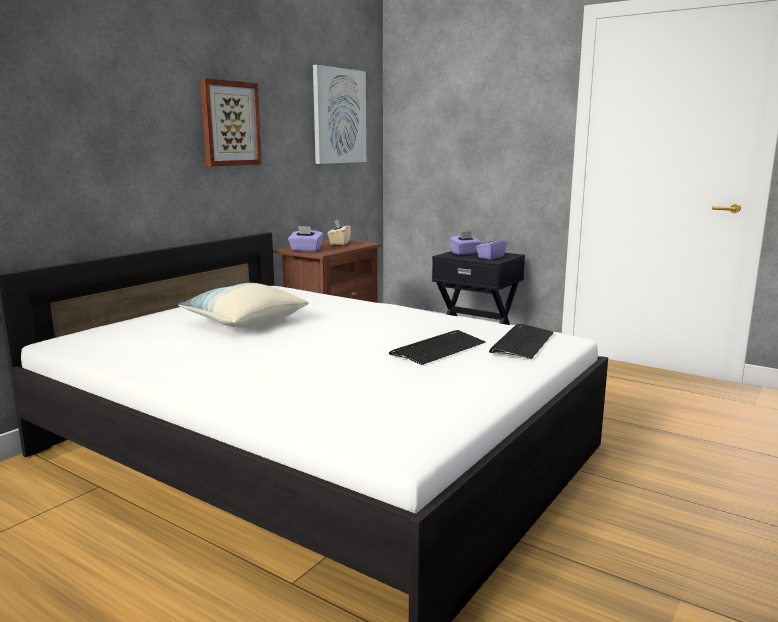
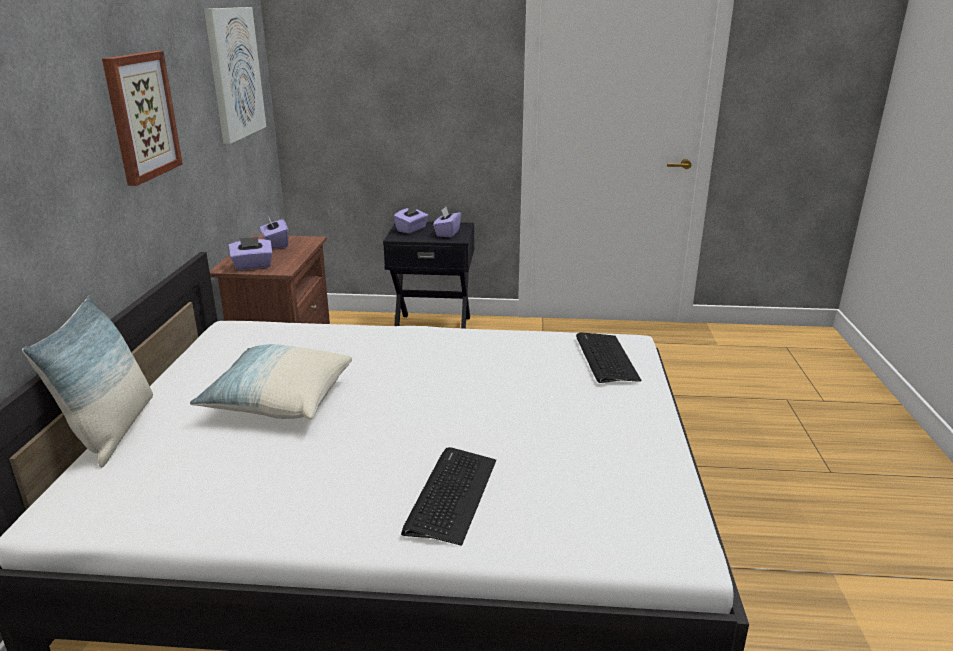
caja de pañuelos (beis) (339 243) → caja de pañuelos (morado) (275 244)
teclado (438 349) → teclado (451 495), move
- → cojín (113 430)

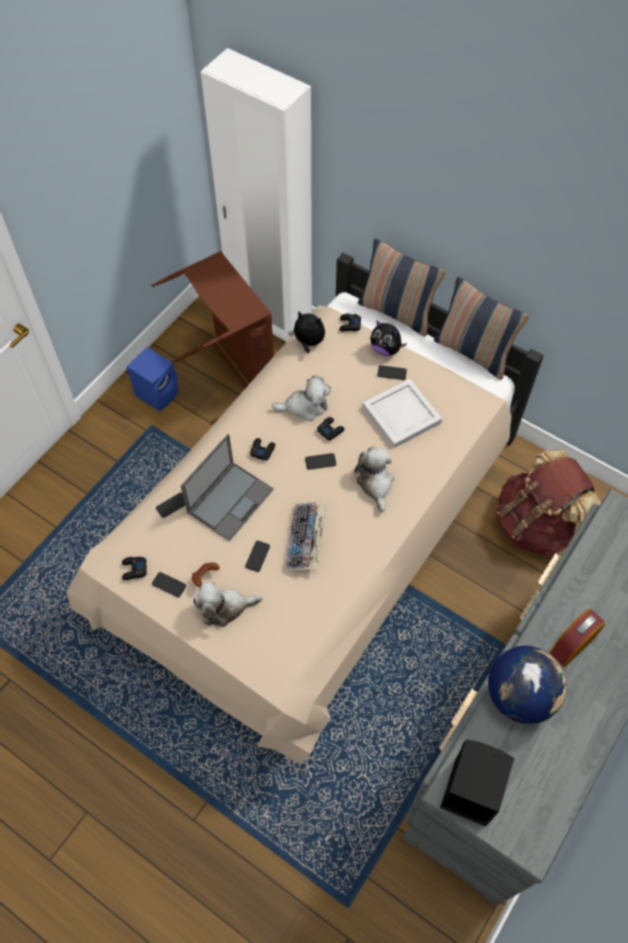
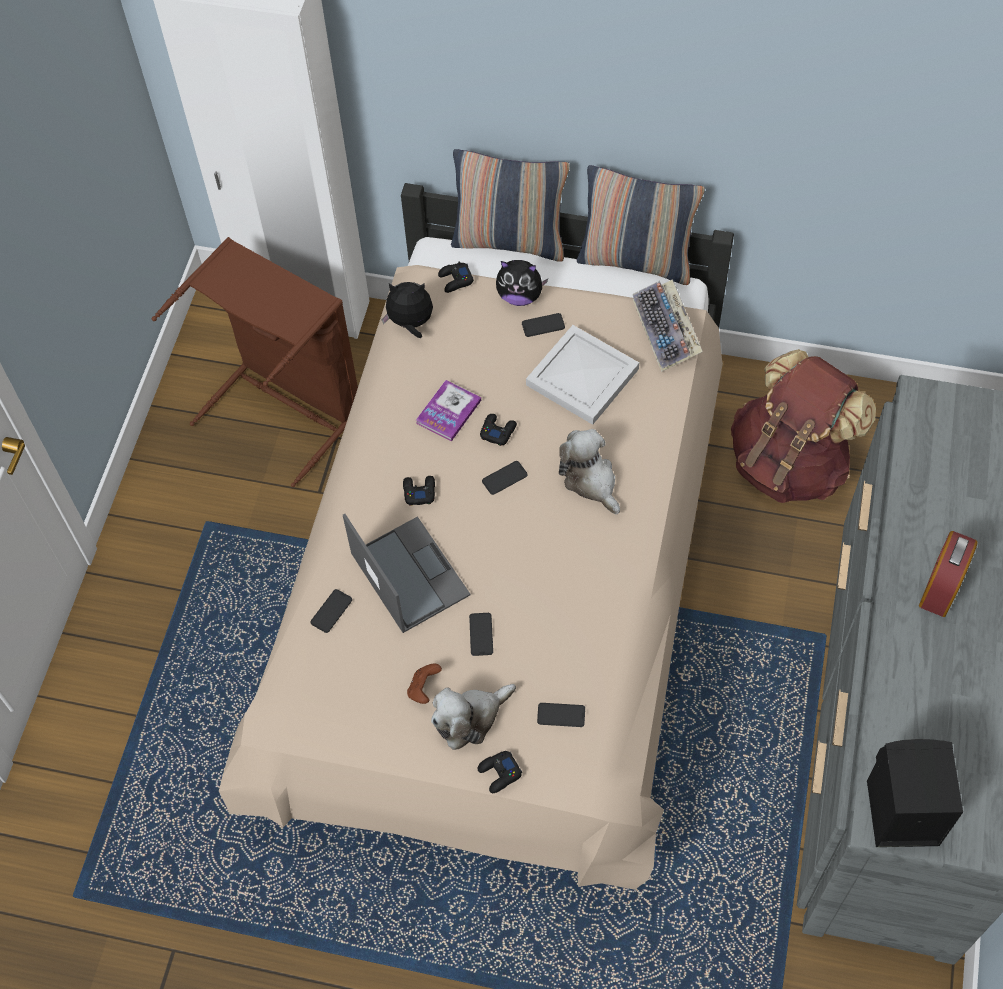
altavoz (azul) (158 393) → -
peluche (305 406) → libro (448 411)
portátil (230 500) → portátil (408 574), 45 degrees counterclockwise
teclado (306 541) → teclado (667 331), move
mando de consola (negro) (134 570) → mando de consola (negro) (499 773), move
móvil (169 585) → móvil (561 715), move
globo terráqueo (520 695) → -

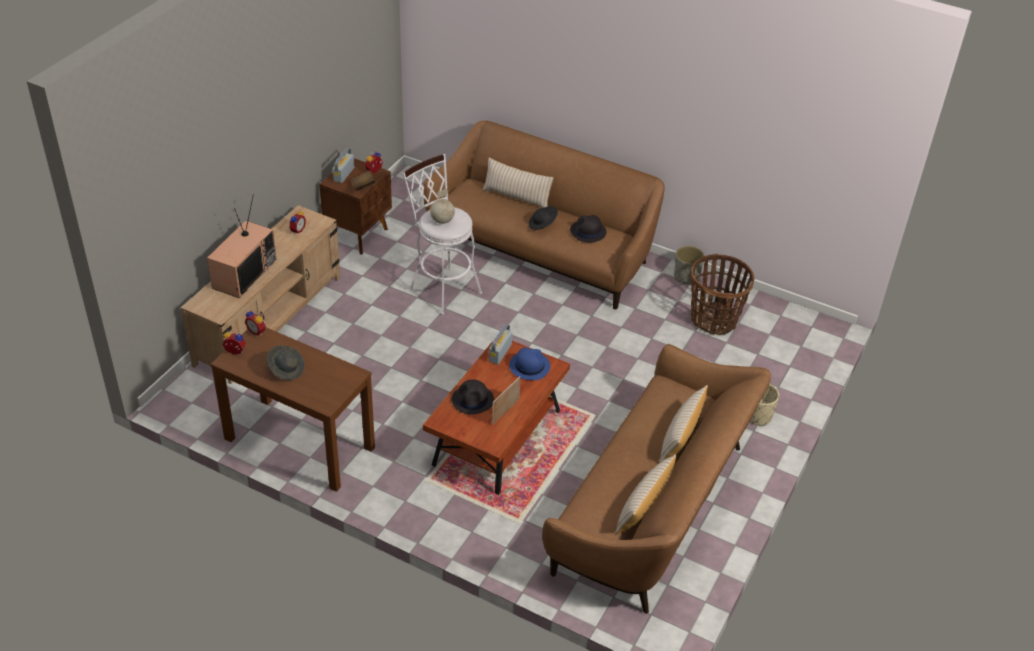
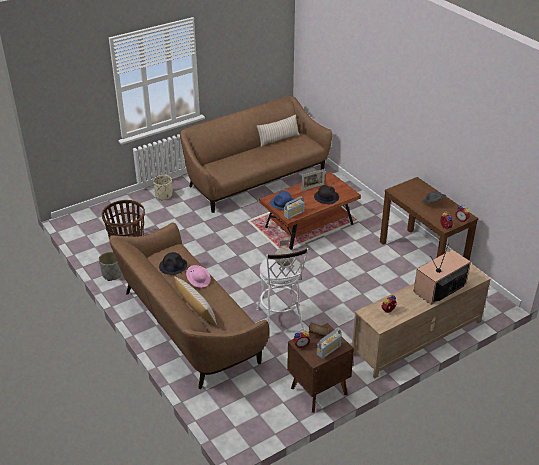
sombrero (negro) (542 224) → sombrero (rosa) (198 281)
cojín (beis) (680 438) → -

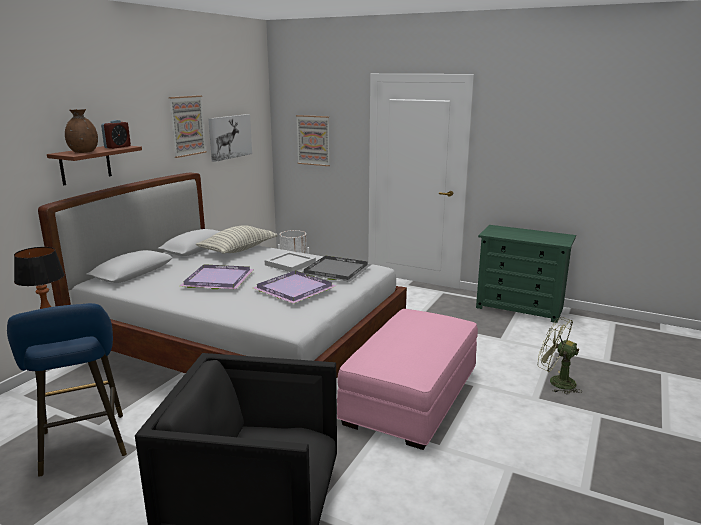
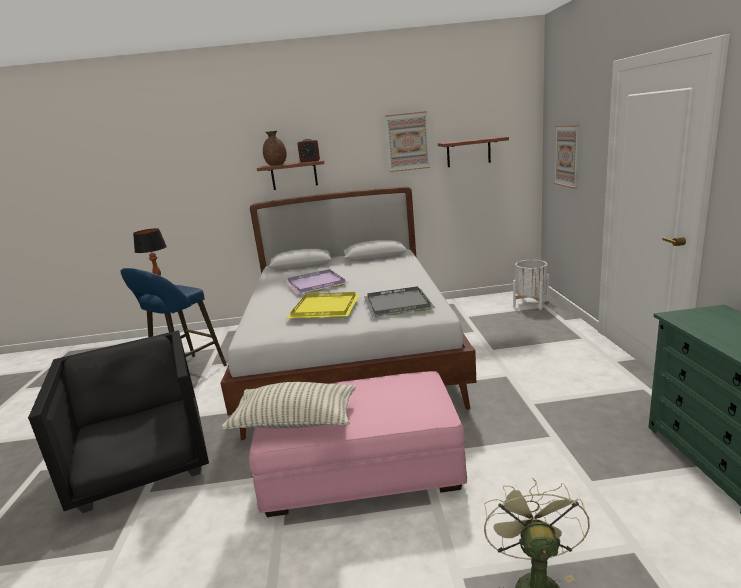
cuadro (229 137) → estante (marrón) (468 152)
cojín (238 250) → cojín (295 421), move
bandeja (blanco) (290 264) → -
bandeja (morado) (293 289) → bandeja (amarillo) (324 308)

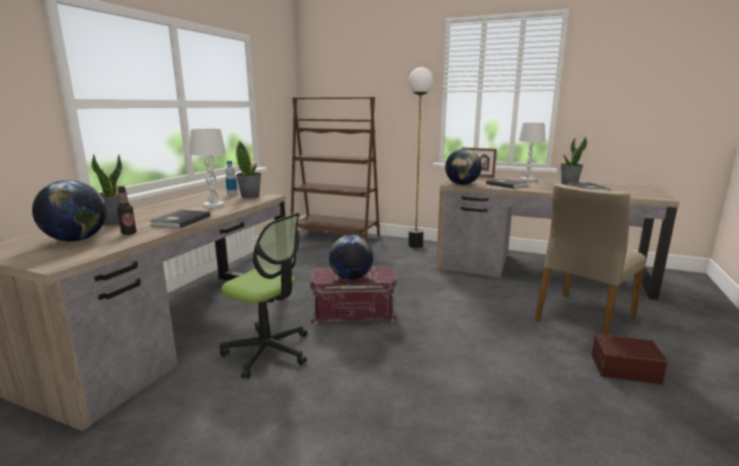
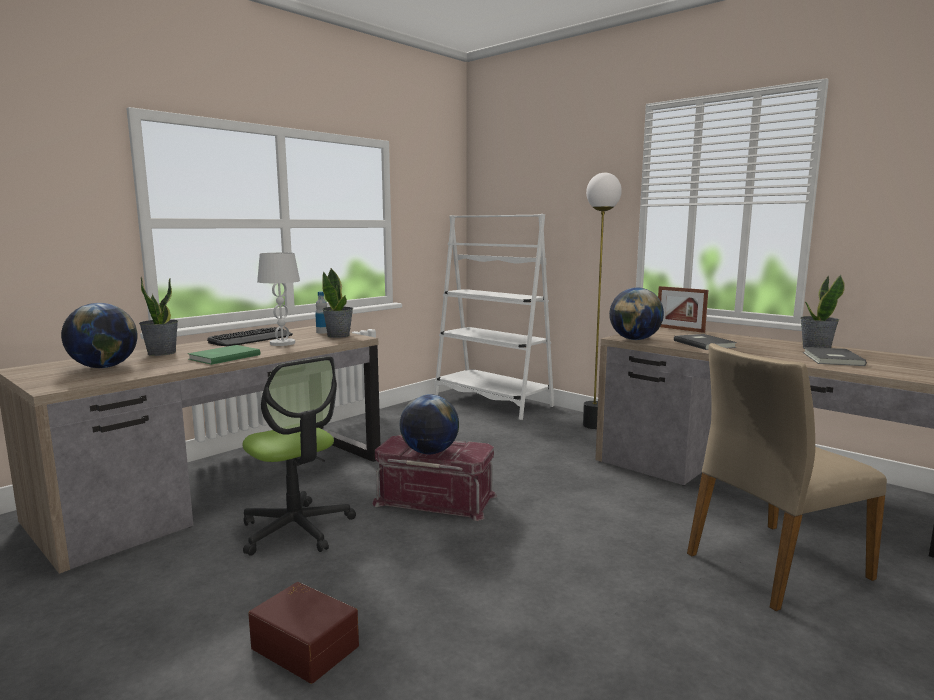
estantería (marrón) (335 236) → estantería (blanco) (492 401)
lámpara de mesa (blanco) (527 180) → -
botella (129 233) → -
libro (gris) (179 221) → libro (verde) (223 357)
caja de almacenaje (marrón) (624 368) → caja de almacenaje (marrón) (307 645), move
- → teclado (251 338)

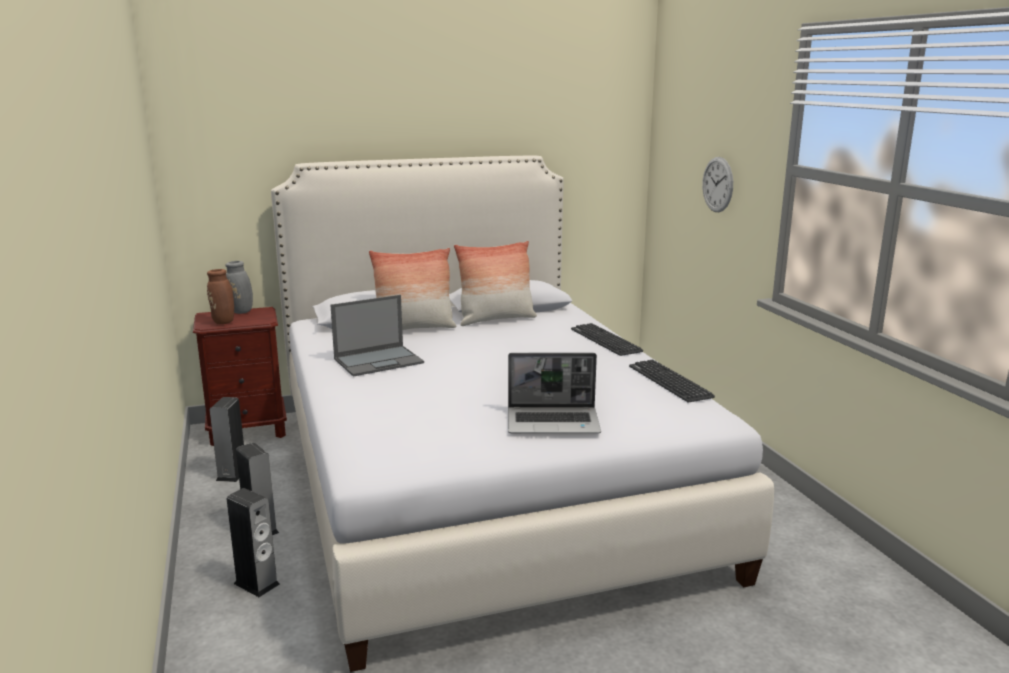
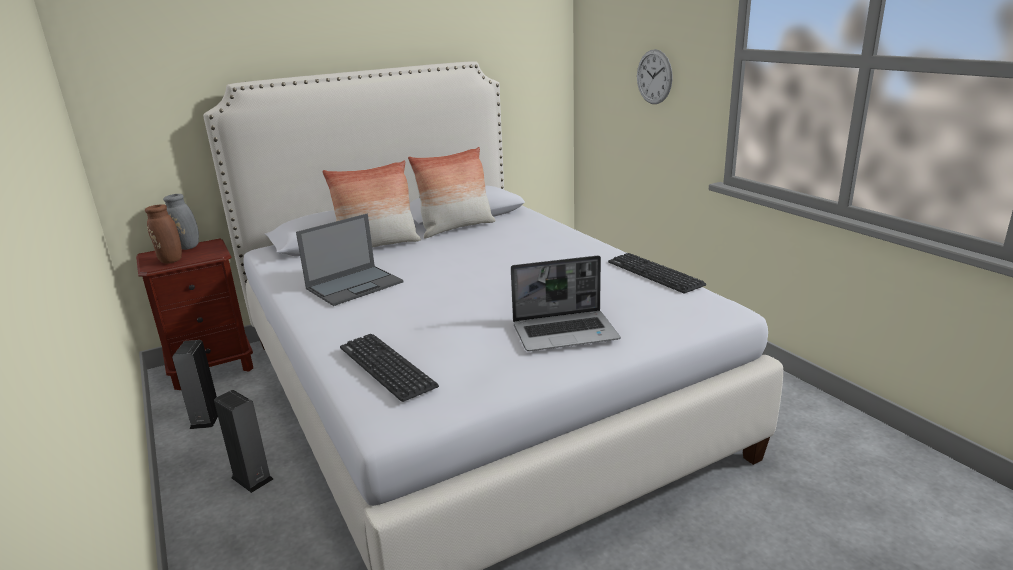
teclado (605 340) → teclado (386 367), move
altavoz (256 584) → -

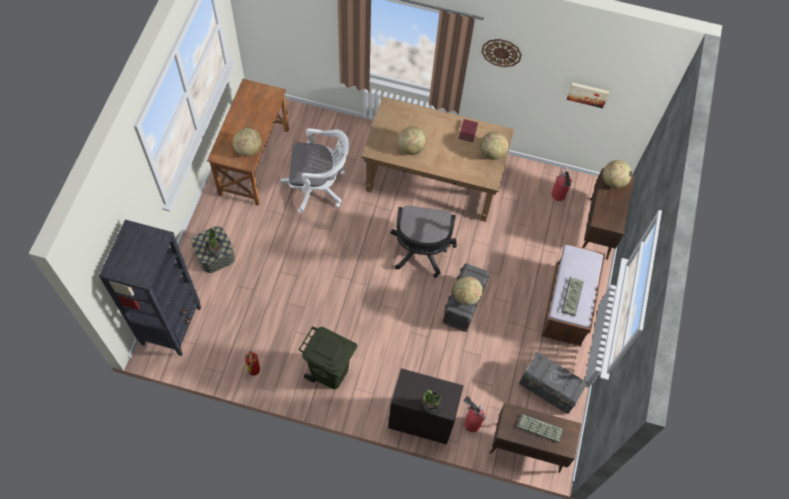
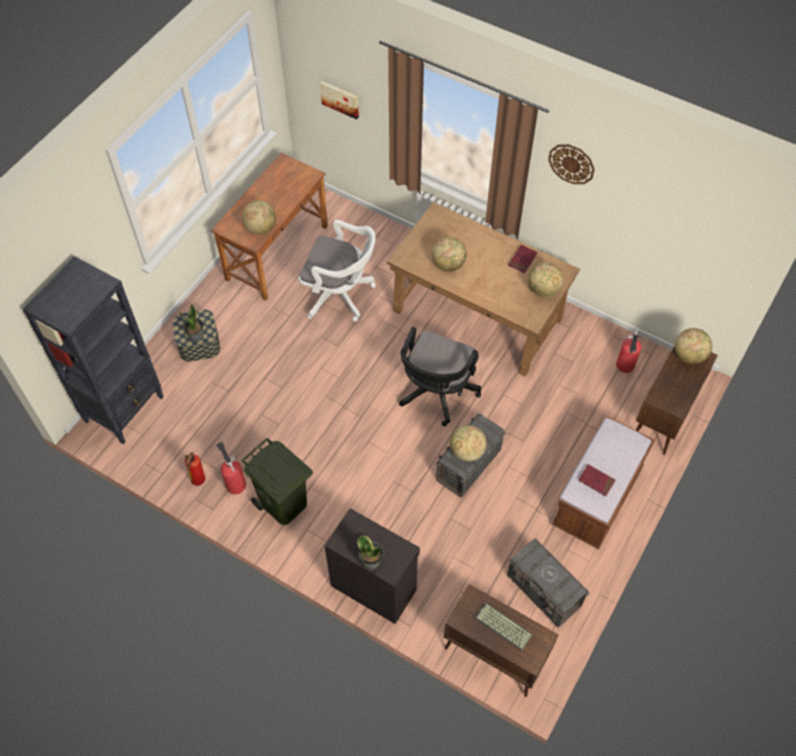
cuadro (588 94) → cuadro (340 99), move
teclado (572 297) → libro (rojo) (596 481)
extintor (471 422) → extintor (235 483), move

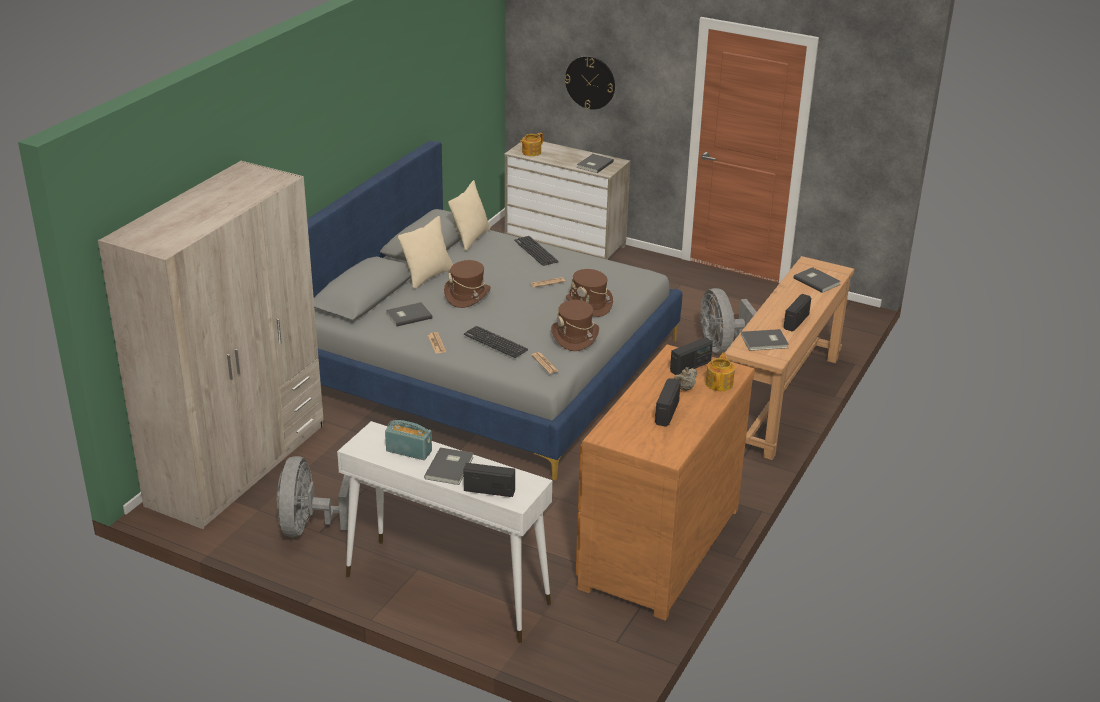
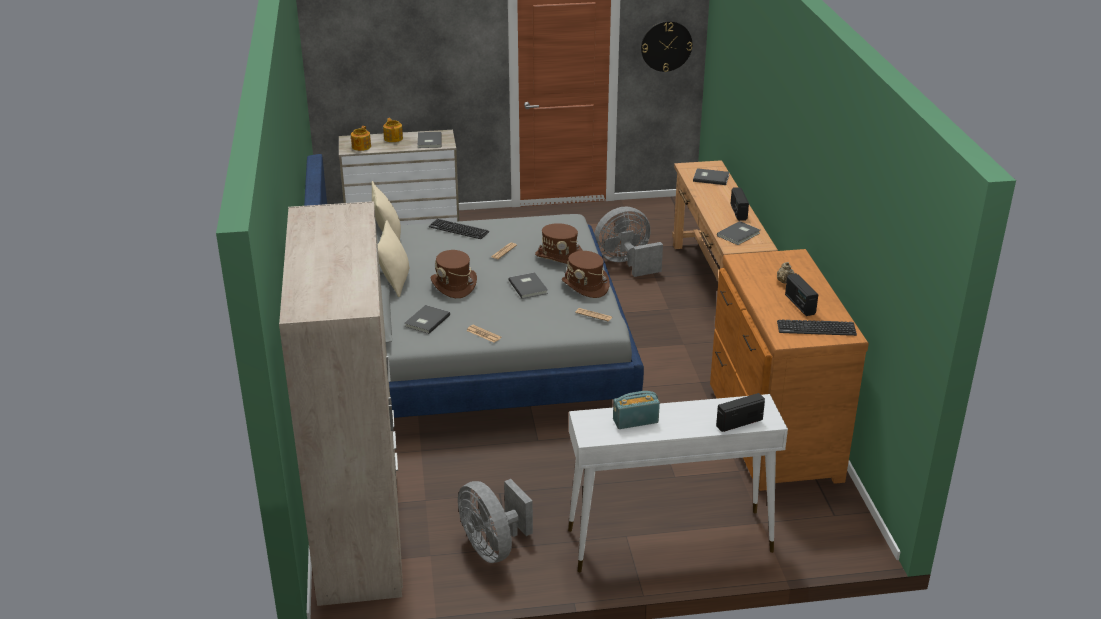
reloj de pared (590 82) → reloj de pared (666 46), move
ventilador (gris) (721 346) → ventilador (gris) (626 263), 120 degrees clockwise
teclado (495 342) → teclado (816 328), move
radio (690 367) → -
tetera (719 383) → tetera (393 138), move
libro (gris) (450 467) → libro (gris) (529 286), move

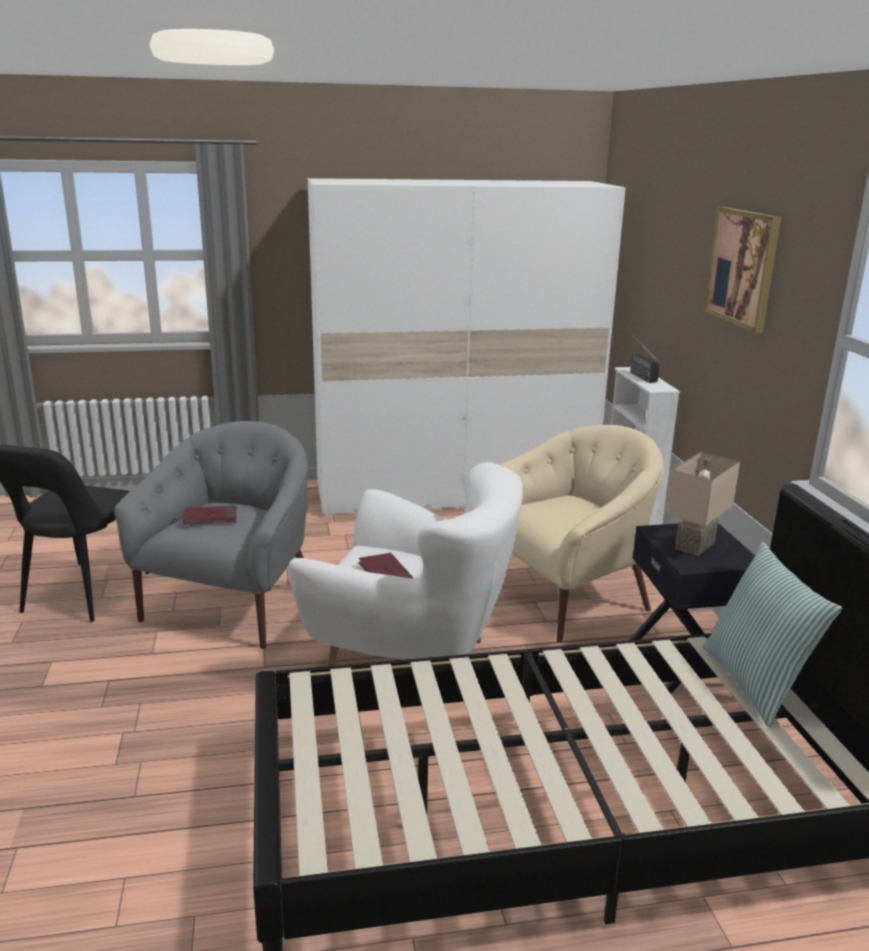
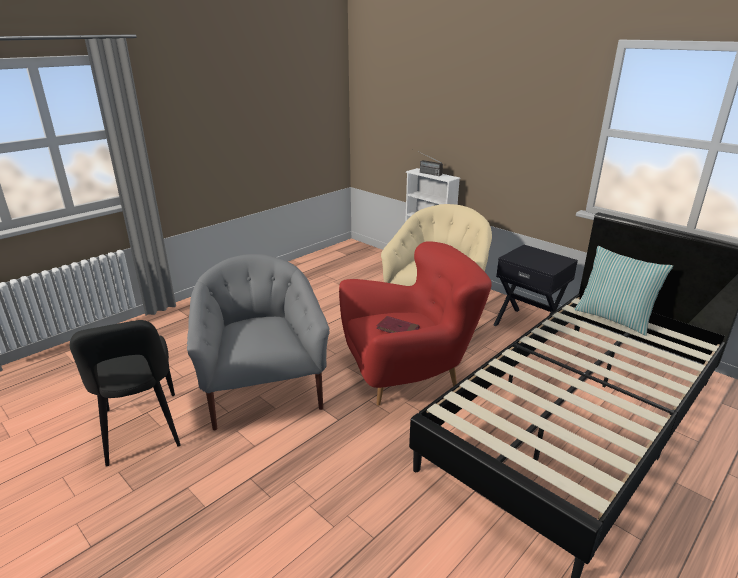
armario ropero (blanco) (454 491) → -
cuadro (743 267) → -
lámpara de mesa (beis) (693 544) → -
sillón (blanco) (411 656) → sillón (rojo) (408 375)
libro (rojo) (210 518) → -

